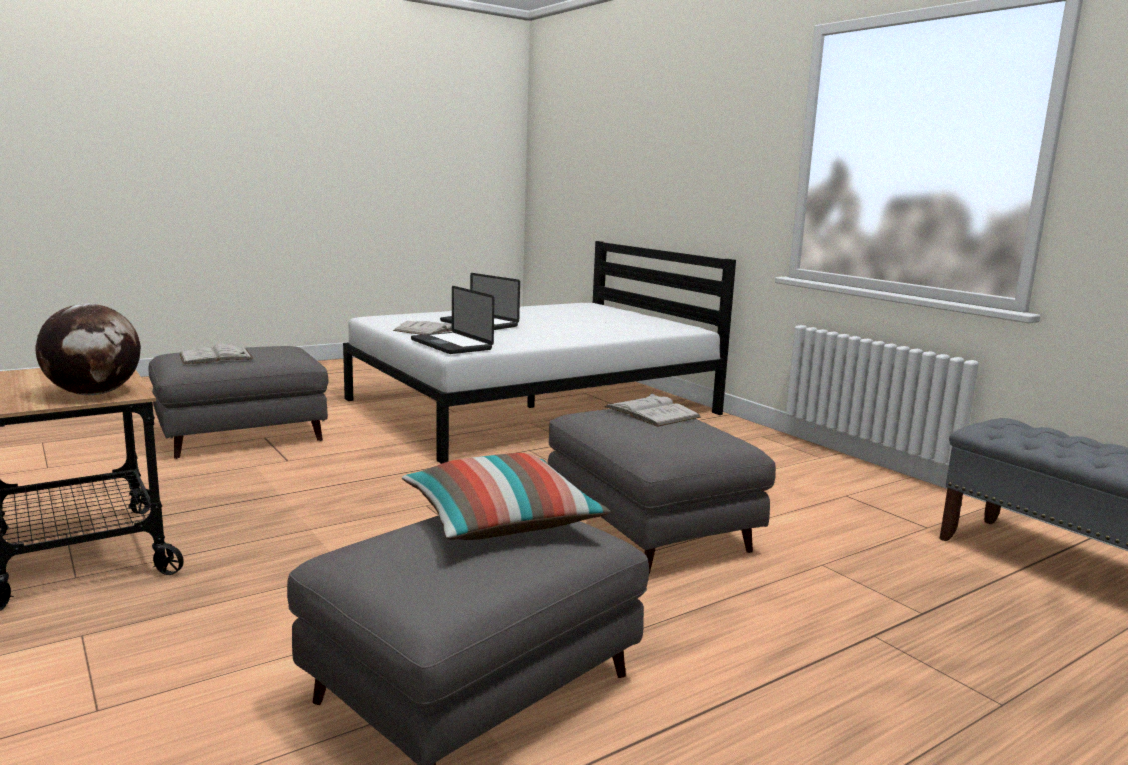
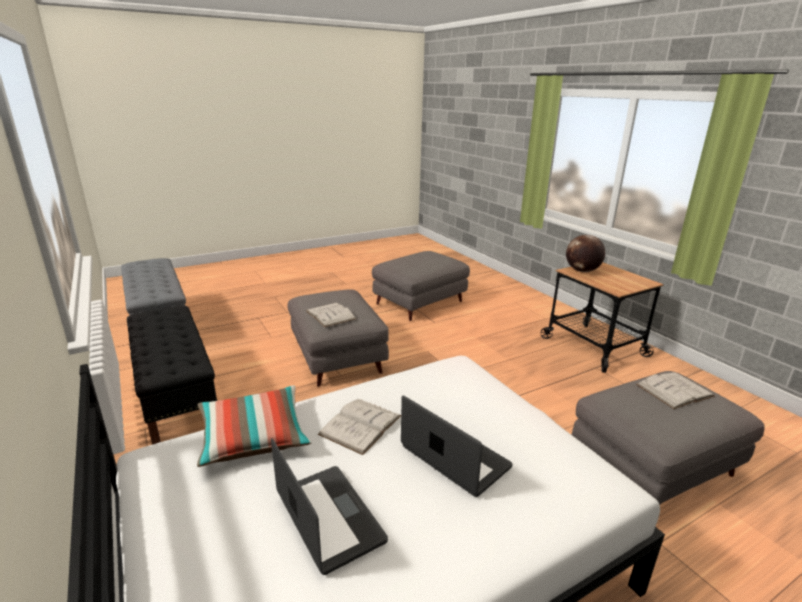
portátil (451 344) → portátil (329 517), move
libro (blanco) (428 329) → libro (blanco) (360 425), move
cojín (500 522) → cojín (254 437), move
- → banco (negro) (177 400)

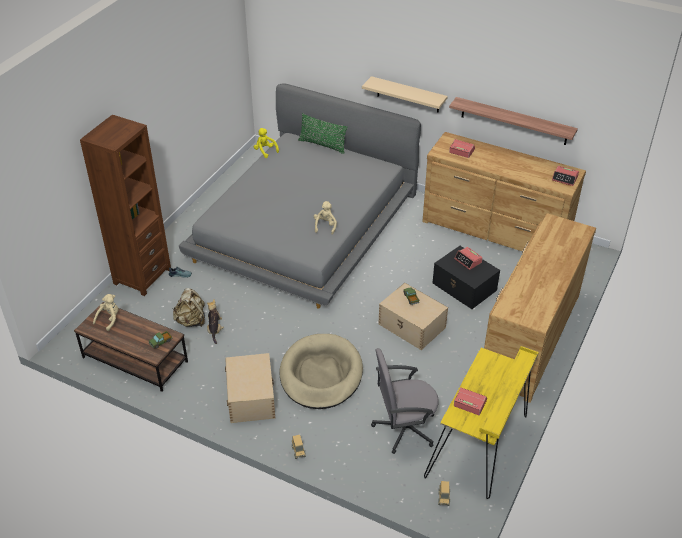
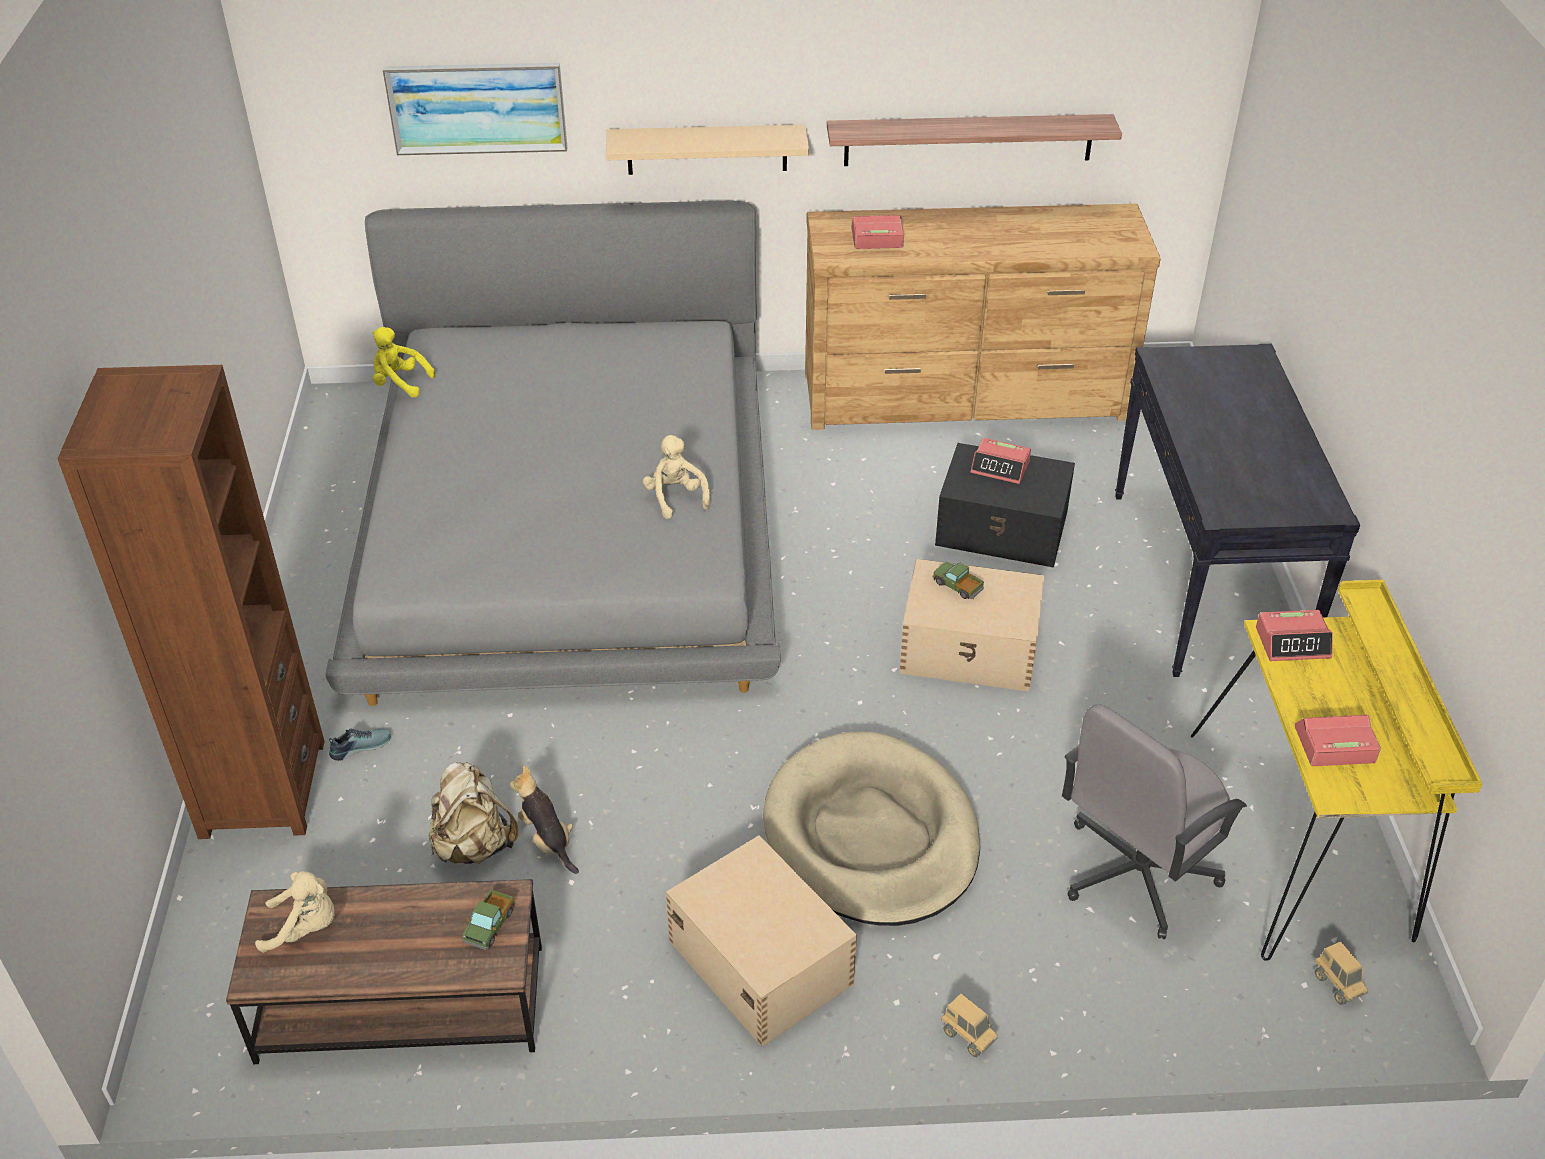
cojín (verde) (322 145) → -
despertador (565 178) → despertador (1293 642), move
cómoda (marrón) (530 338) → mesa consola (negro) (1206 580)
peluche (beis) (109 319) → peluche (beis) (305 928), 90 degrees clockwise
- → cuadro (477 107)

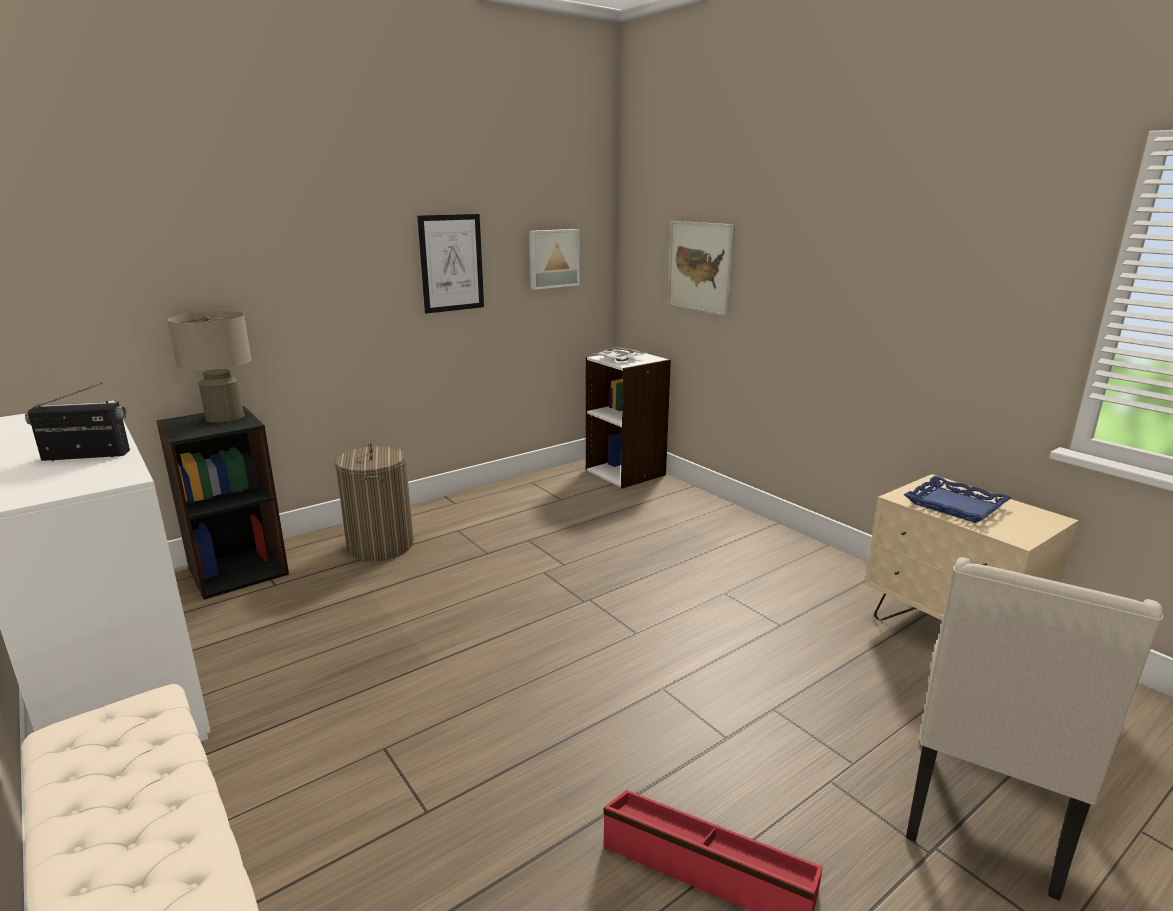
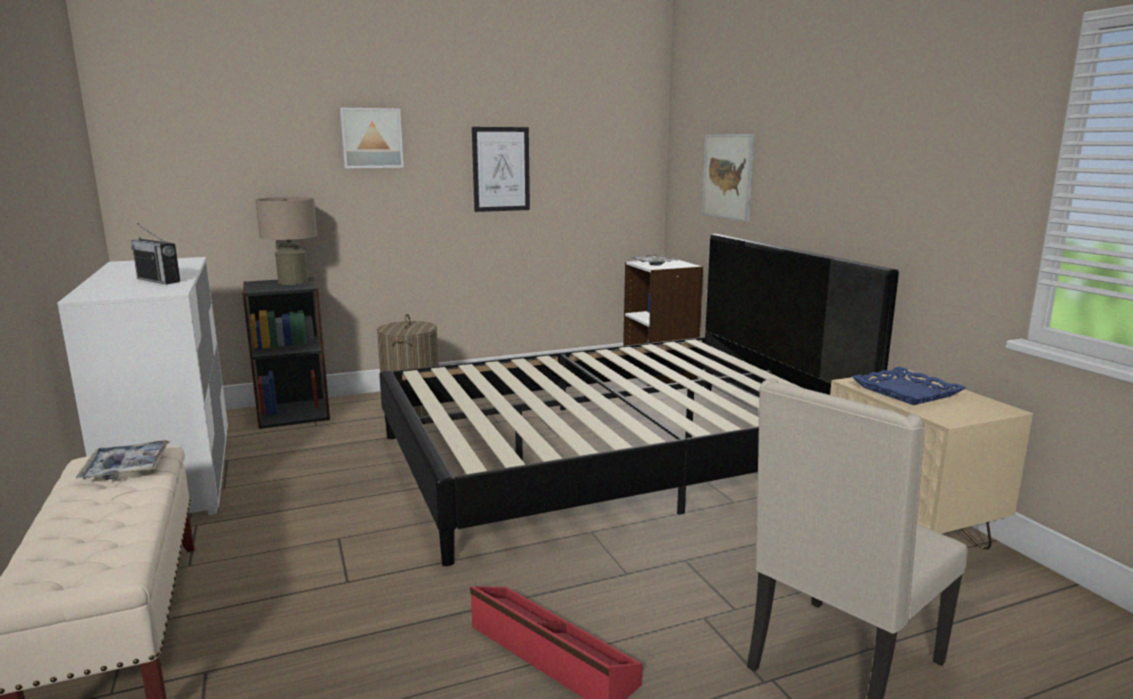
cuadro (553 258) → cuadro (371 138), move
radio (86 456) → radio (158 280), 150 degrees counterclockwise
- → cama (negro) (613 457)
- → bandeja (126 468)

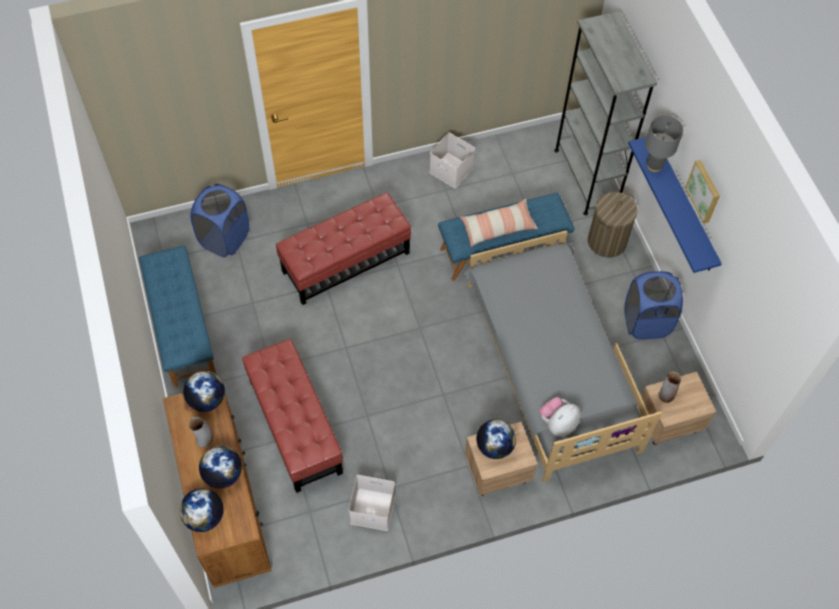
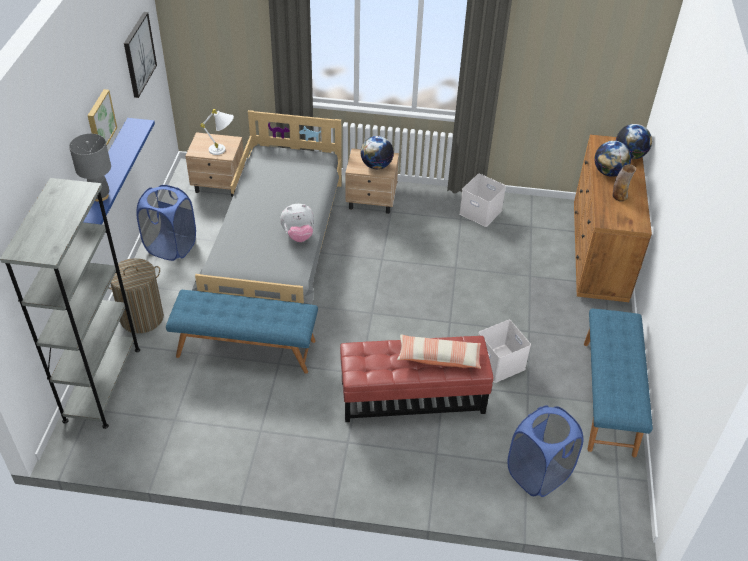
caja de almacenaje (blanco) (452 170) → caja de almacenaje (blanco) (498 362), move
cojín (498 227) → cojín (439 357), move
puf (rojo) (294 426) → -
globo terráqueo (207 399) → -
florero (665 396) → lámpara de mesa (blanco) (223 150)
peluche (558 423) → peluche (298 235), move
- → cuadro (138 54)

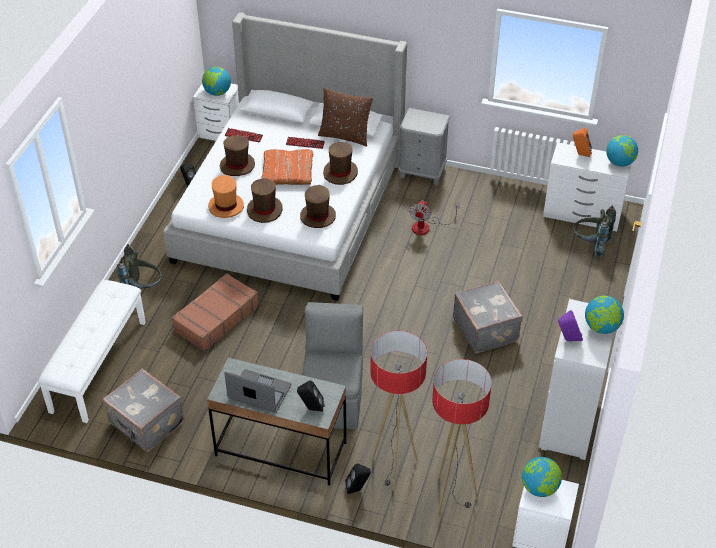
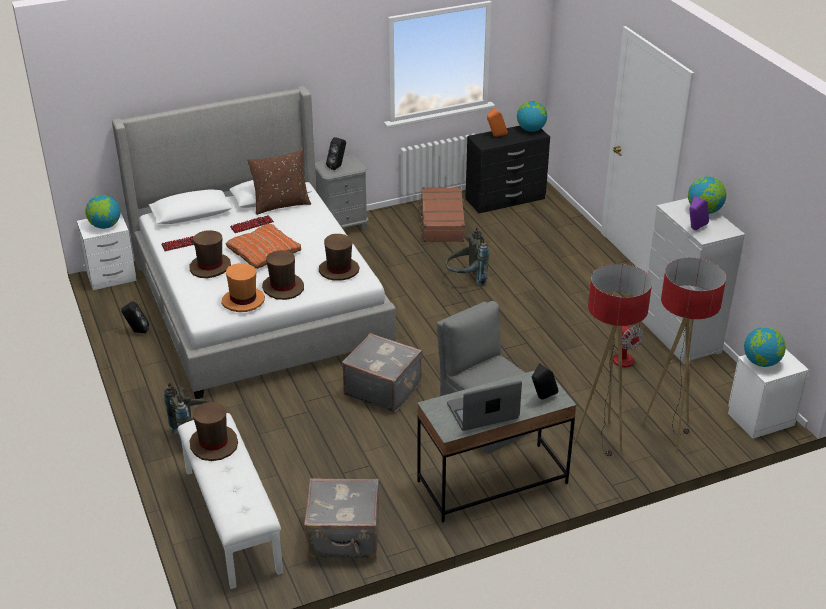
sombrero (marrón) (340 173) → sombrero (marrón) (214 444), move
cómoda (blanco) (582 214) → cómoda (negro) (506 199)
ventilador (426 227) → ventilador (625 356), move
mochila (gris) (590 245) → mochila (gris) (466 279), move
maleta (marrón) (215 318) → maleta (marrón) (441 223), move
maleta (gris) (486 329) → maleta (gris) (383 388), move
altavoz (negro) (357 489) → altavoz (negro) (338 167), move

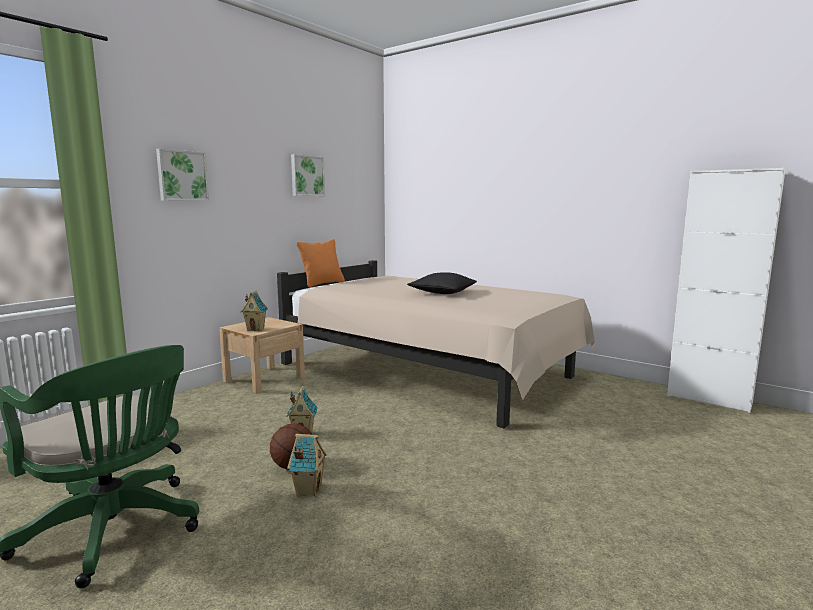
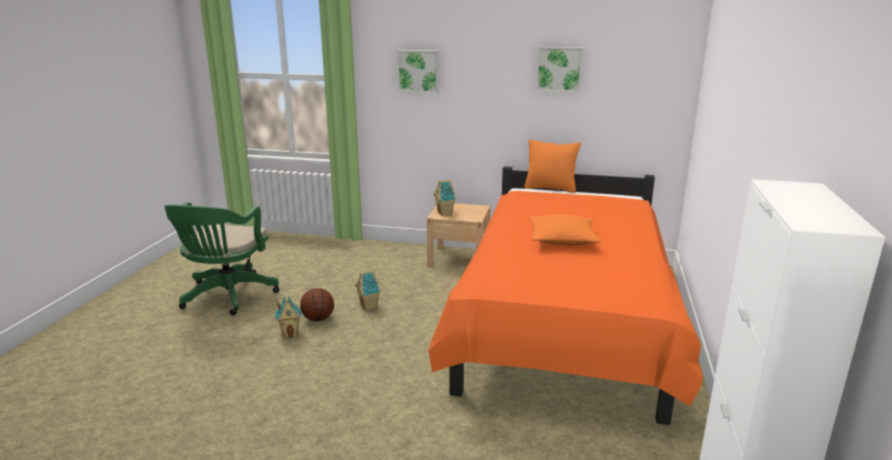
cama (beis) (431 372) → cama (naranja) (563 324)
cojín (negro) (442 292) → cojín (naranja) (562 240)

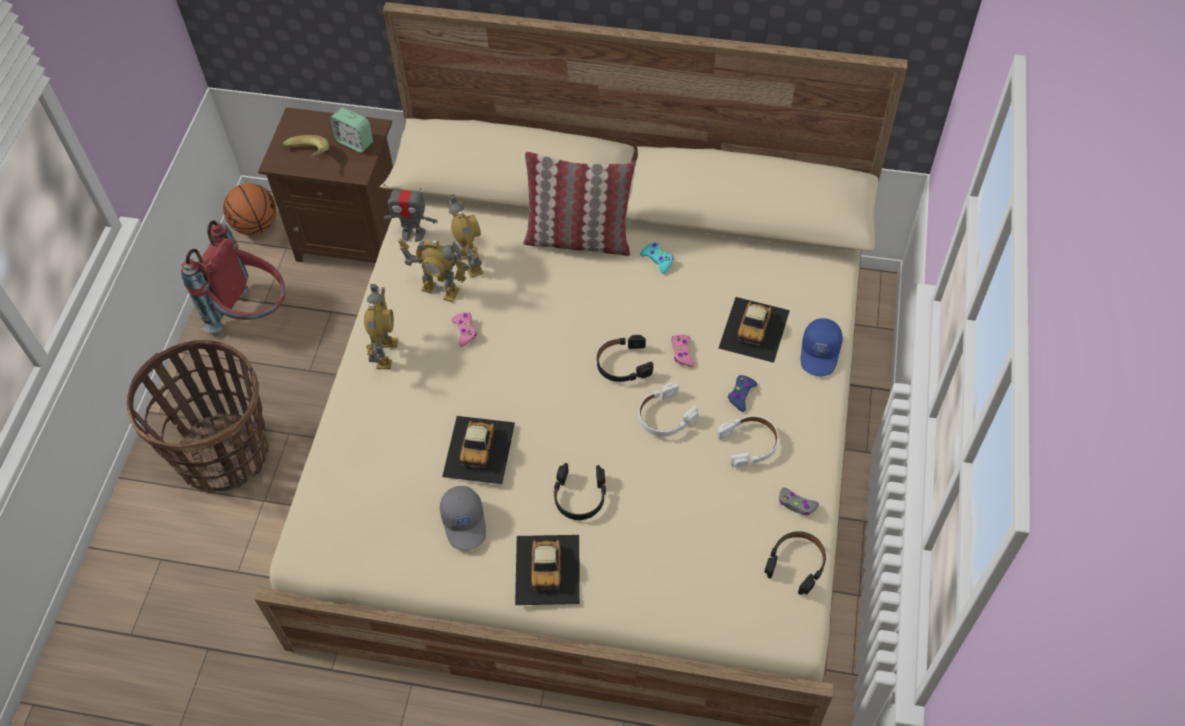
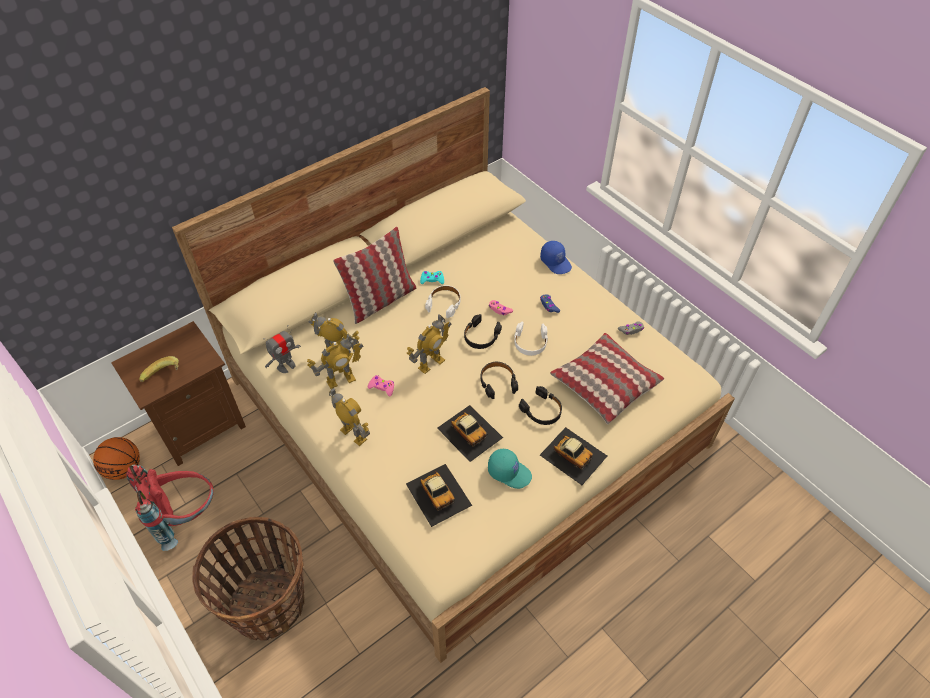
despertador (354 142) → -
coche de juguete (755 329) → coche de juguete (438 494), move
auriculares (blanco) (749 444) → auriculares (blanco) (444 304), move
gorra (gris) (465 522) → gorra (turquesa) (509 472)
auriculares (negro) (796 564) → auriculares (negro) (497 382), move
- → robot de juguete (431 363)
- → cojín (604 384)

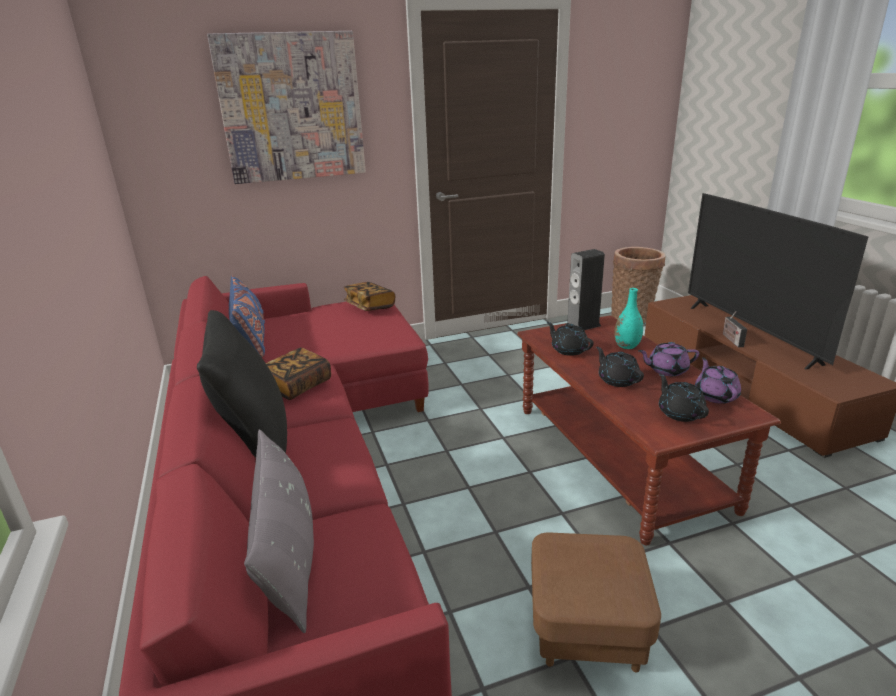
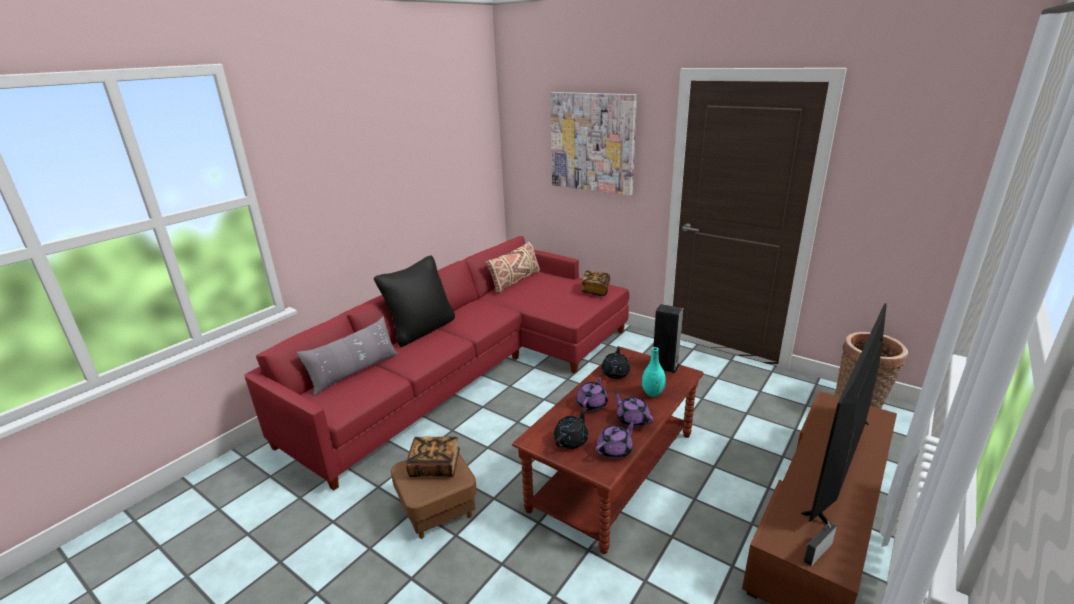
cojín (azul) (251 338) → cojín (beis) (515 281)
radio (731 339) → radio (818 551), move
libro (297 385) → libro (435 466), move
tetera (negro) (617 380) → tetera (morado) (592 404)

